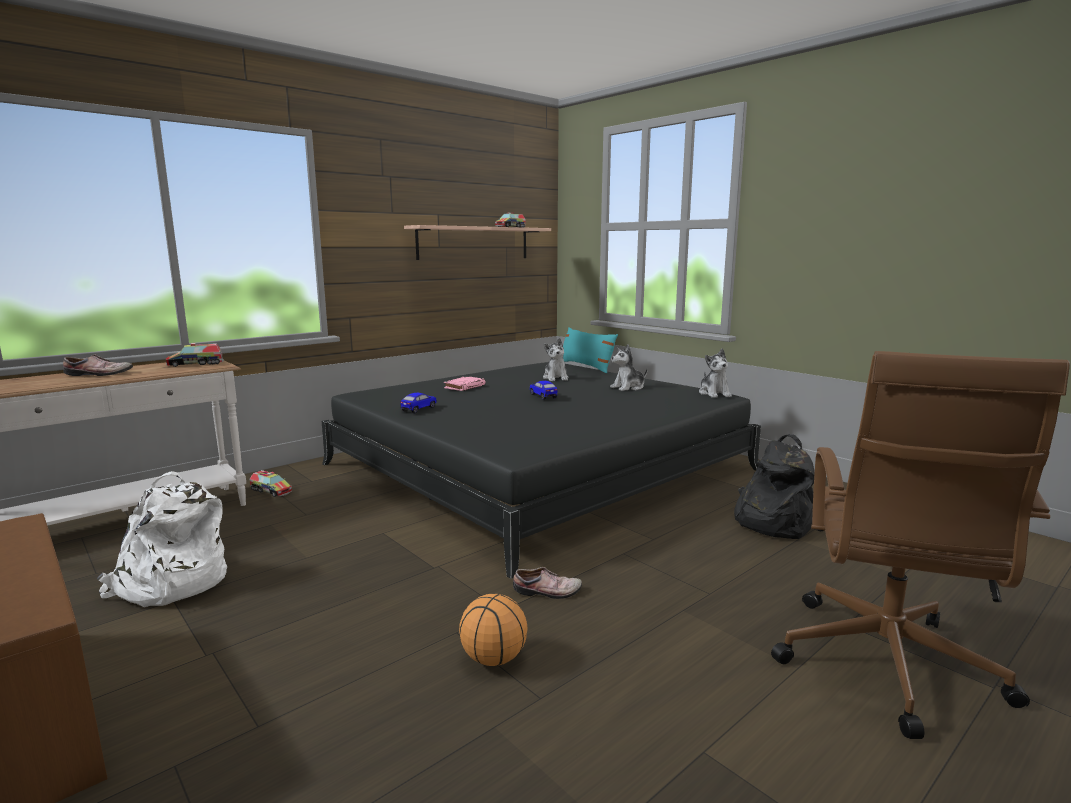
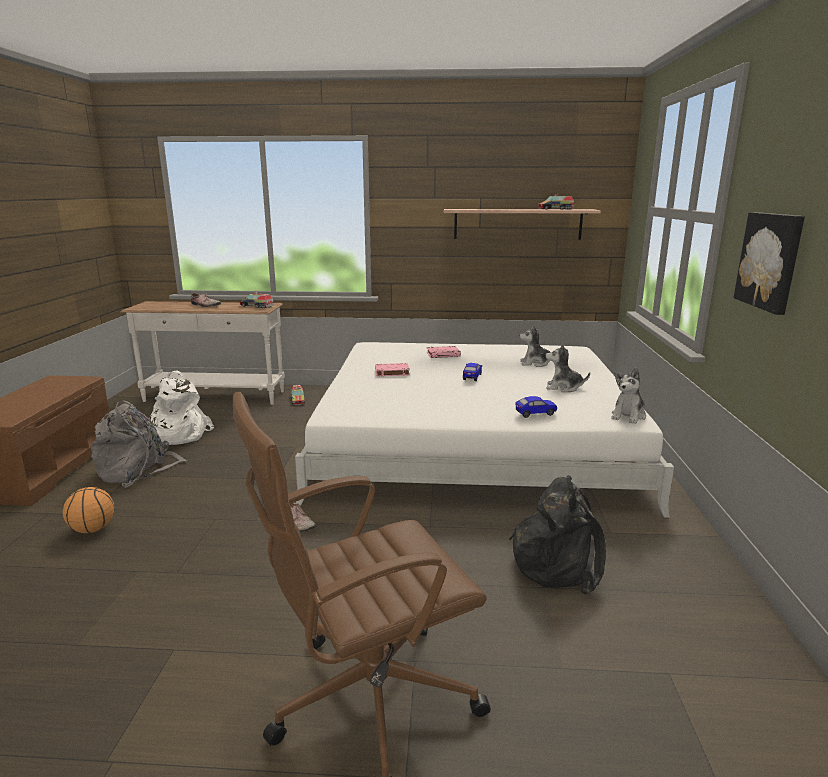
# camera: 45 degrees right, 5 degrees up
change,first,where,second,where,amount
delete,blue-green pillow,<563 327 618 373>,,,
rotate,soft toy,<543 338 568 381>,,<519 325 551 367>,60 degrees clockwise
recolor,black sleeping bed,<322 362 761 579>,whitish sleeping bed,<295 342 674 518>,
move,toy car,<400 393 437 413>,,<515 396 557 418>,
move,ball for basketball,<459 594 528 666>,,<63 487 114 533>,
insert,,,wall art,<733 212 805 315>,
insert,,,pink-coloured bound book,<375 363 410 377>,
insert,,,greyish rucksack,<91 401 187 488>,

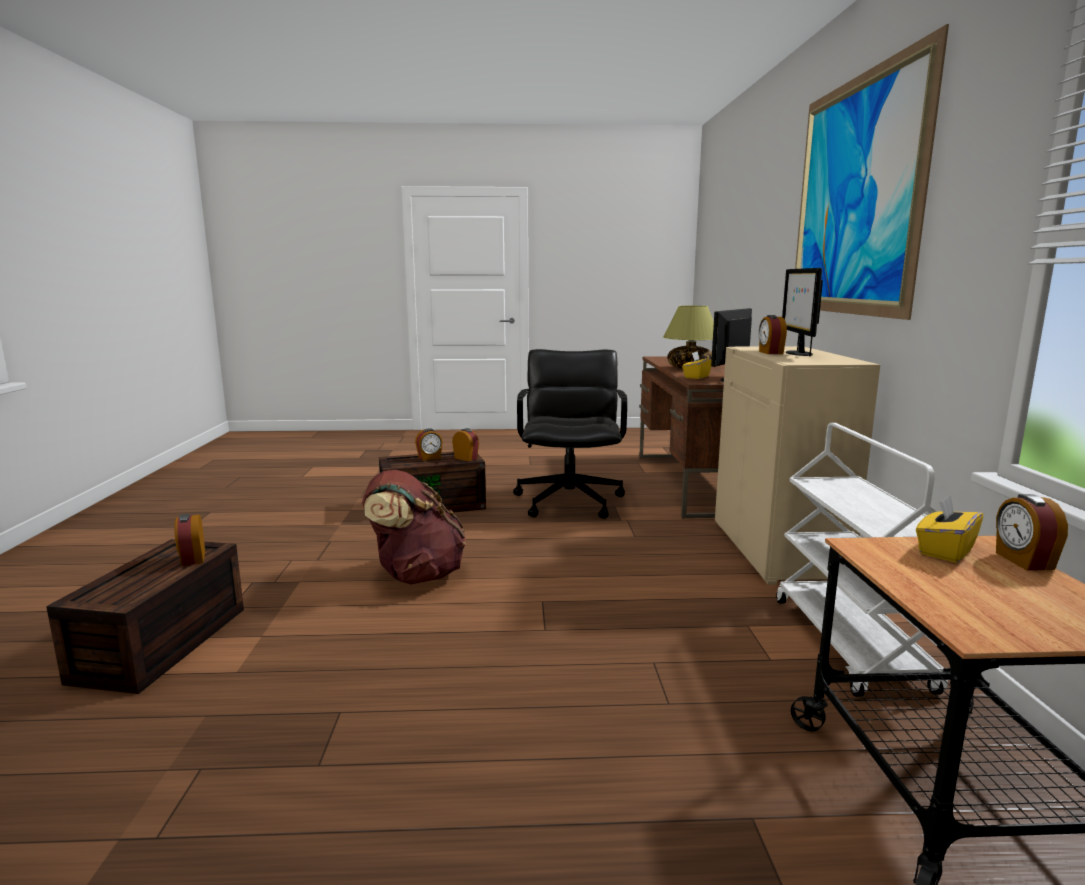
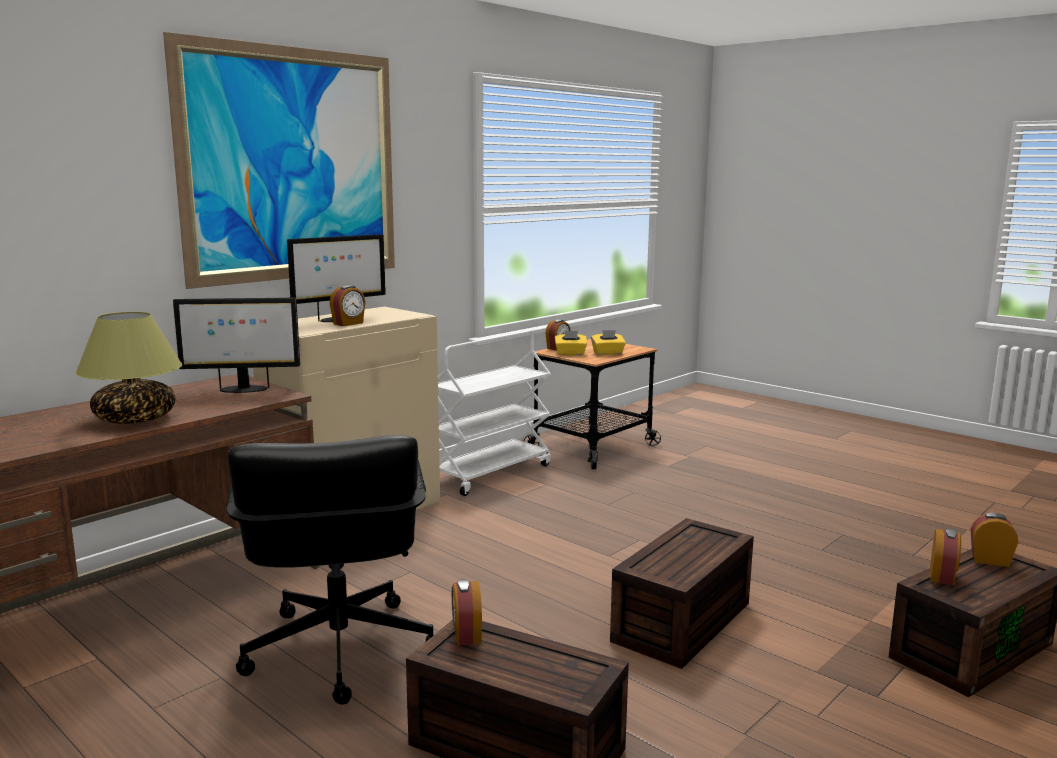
# camera: 135 degrees left, 0 degrees up
change,first,where,second,where,amount
rotate,black computer chair,<513 349 627 518>,,<226 435 434 705>,60 degrees counterclockwise
move,yellow tissue box,<682 351 712 379>,,<591 330 626 355>,
move,bedside clock,<415 428 443 460>,,<970 513 1018 567>,
replace,brownish rucksack,<362 470 466 584>,brownish storage box,<610 518 754 669>,

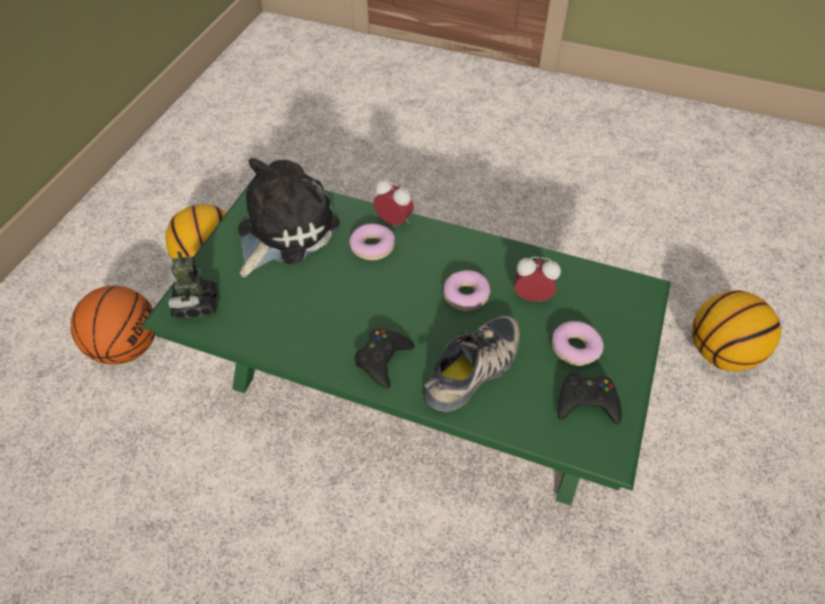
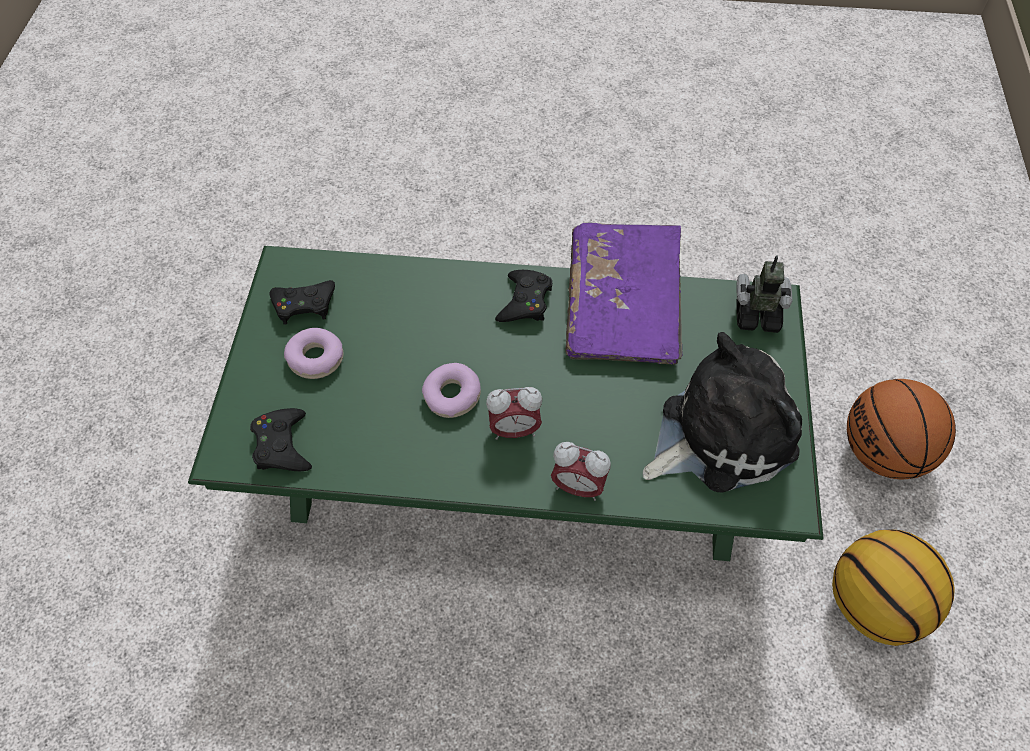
# camera: 165 degrees right, 5 degrees up
change,first,where,second,where,amount
rotate,soft toy,<238 158 340 277>,,<643 332 802 492>,135 degrees counterclockwise
delete,doughnut,<349 224 395 260>,,,
rotate,model robot,<168 251 217 319>,,<736 256 793 333>,60 degrees counterclockwise
move,bedside clock,<515 257 561 302>,,<486 387 542 440>,
delete,ball for basketball,<692 290 781 371>,,,
delete,shoe,<423 316 520 412>,,,
insert,,,purple bound book,<565 223 683 364>,
insert,,,black game controller,<250 408 312 471>,

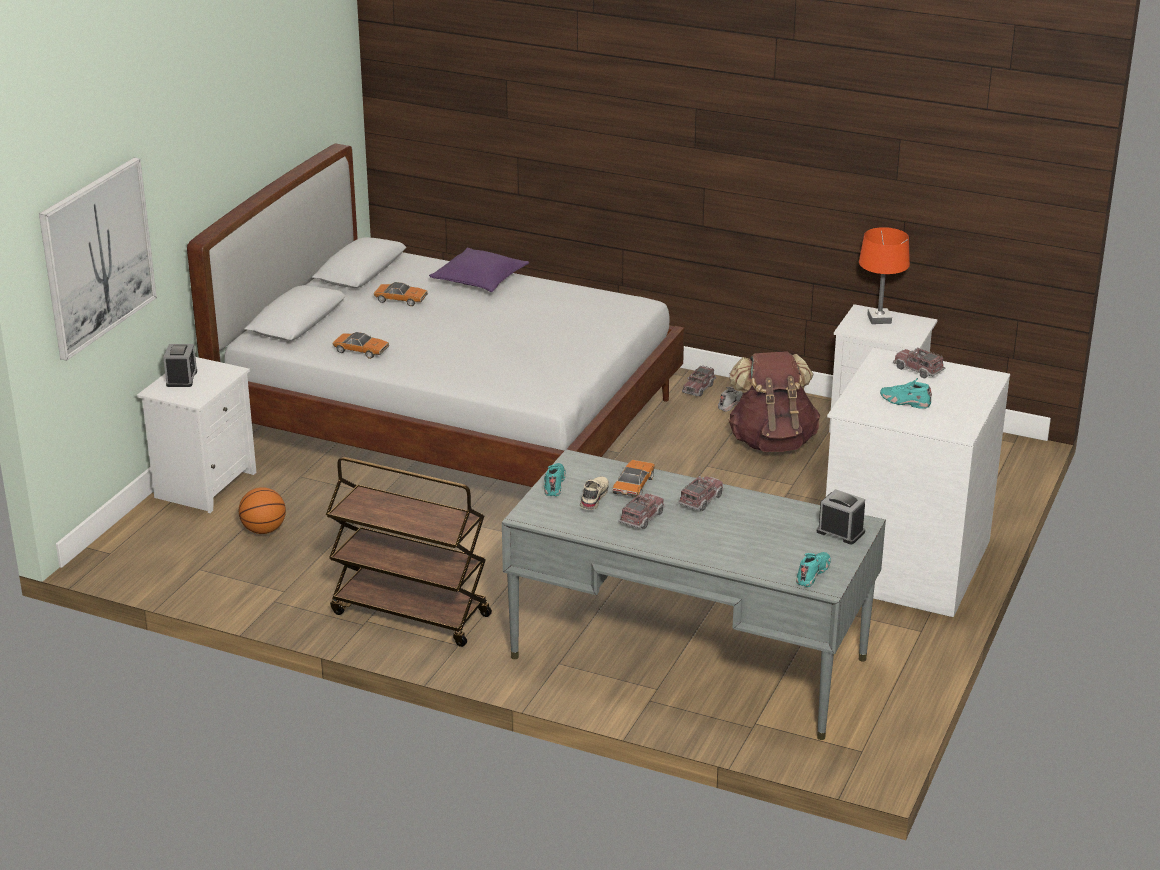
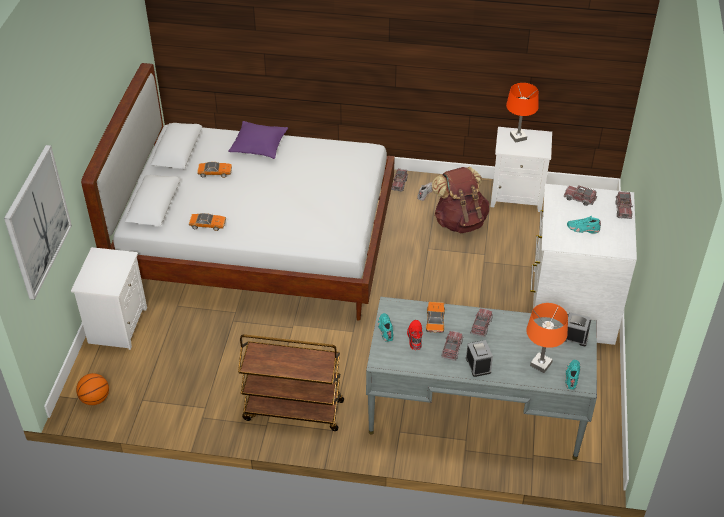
# camera: 15 degrees left, 15 degrees up
change,first,where,second,where,amount
move,bedside clock,<163 344 197 387>,,<466 340 493 377>,
recolor,sand-coloured shoe,<580 476 609 510>,red shoe,<407 320 423 350>,
move,ball for basketball,<239 487 286 534>,,<76 373 109 405>,
insert,,,toy lorry,<616 191 633 219>,
insert,,,orange-coloured tabletop lamp,<526 303 568 373>,

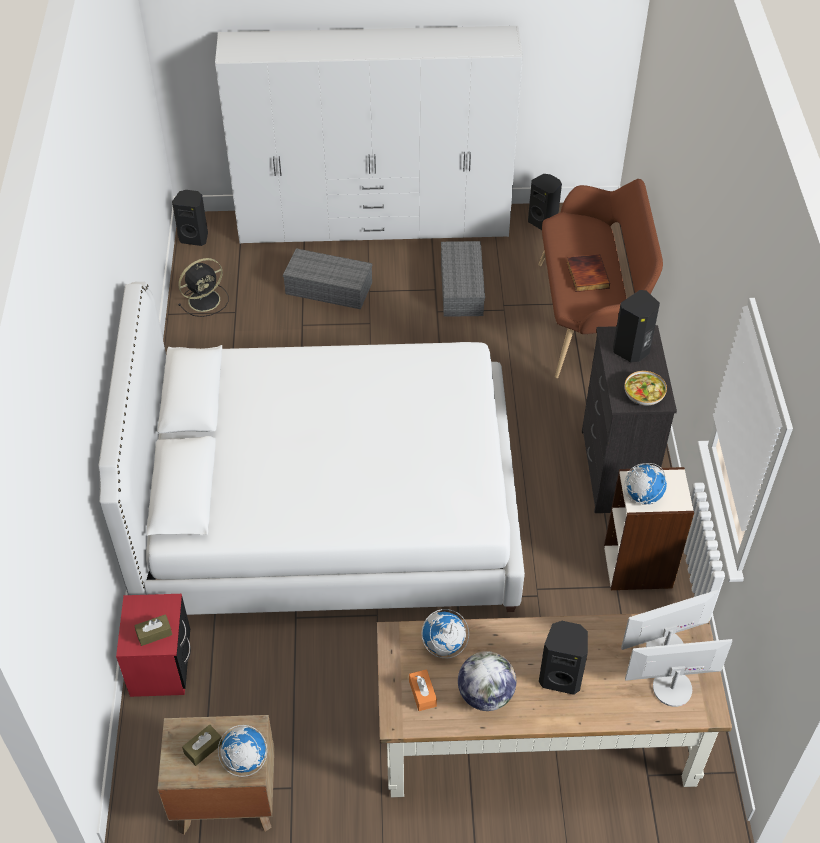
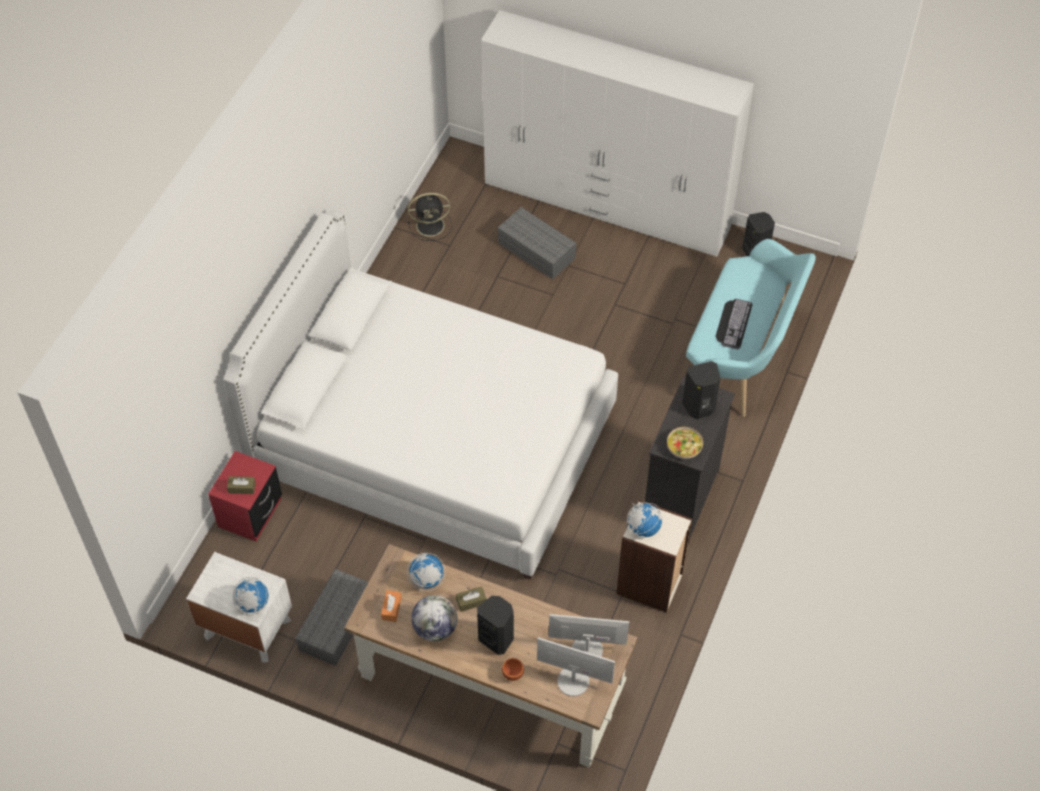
# camera: 25 degrees right, 5 degrees up
change,first,where,second,where,amount
recolor,brownish bench,<539 179 663 378>,blue-green bench,<686 239 816 417>,
delete,black loudspeaker,<172 190 208 246>,,,
move,greyish storage box,<441 241 485 317>,,<295 569 368 666>,
replace,bound book,<566 254 610 292>,computer keyboard,<715 299 752 349>,
recolor,brownish nightstand,<157 715 274 835>,whitish nightstand,<186 552 292 663>,
move,brownish tissue box,<182 724 223 766>,,<456 586 487 612>,
insert,,,brownish deep dish,<502 658 524 681>,

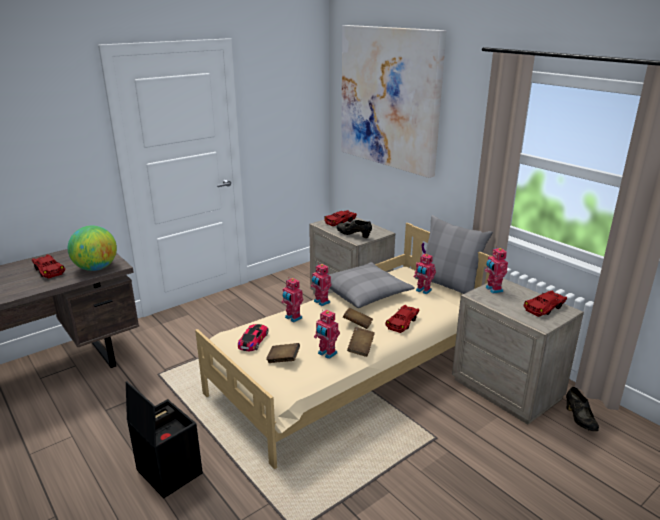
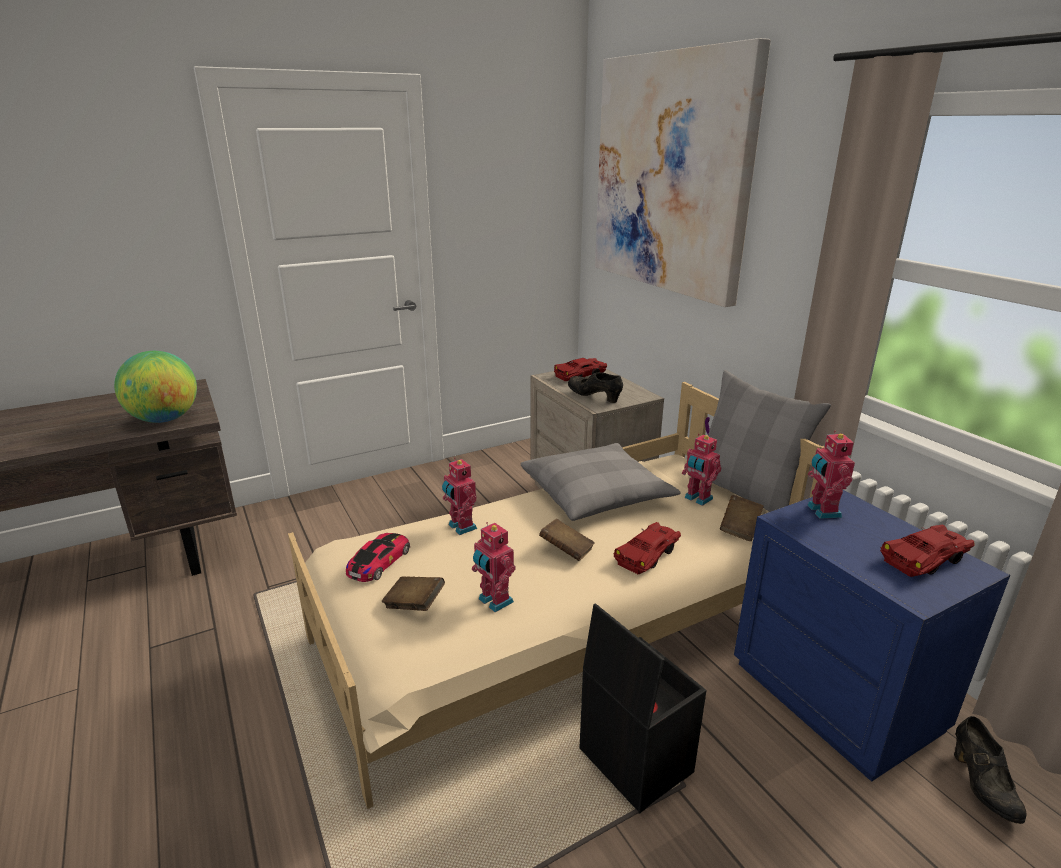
# camera: 10 degrees right, 0 degrees up
change,first,where,second,where,amount
delete,red toy car,<32 254 65 279>,,,
delete,model robot,<311 263 331 306>,,,
recolor,sand-coloured nightstand,<452 278 584 425>,blue-coloured nightstand,<734 490 1010 782>,
move,brownish bound book,<347 327 375 357>,,<720 495 764 541>,
move,black storage box,<126 381 203 498>,,<580 603 707 814>,

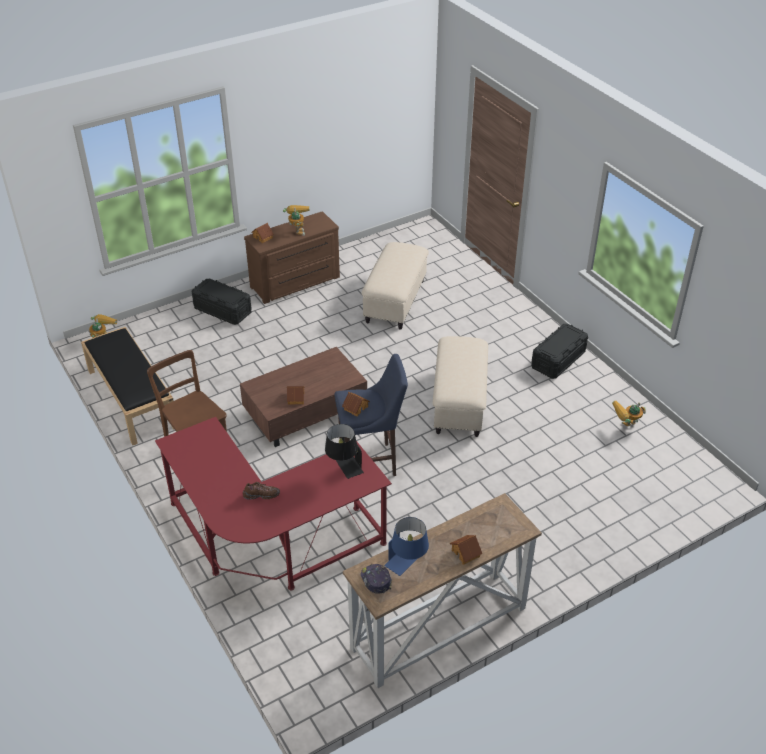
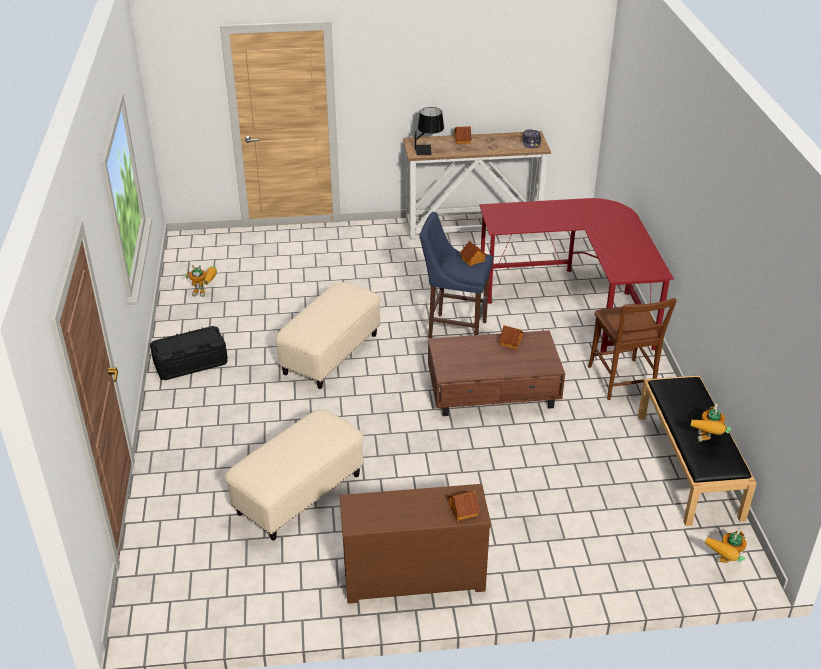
# camera: 155 degrees left, 5 degrees down
change,first,where,second,where,amount
move,model robot,<283 205 309 236>,,<691 403 731 442>,
delete,black storage box,<192 278 252 325>,,,
move,black tabletop lamp,<325 424 364 479>,,<415 107 444 155>,
delete,brownish shoe,<243 482 280 500>,,,
delete,blue-coloured tabletop lamp,<384 517 429 576>,,,

